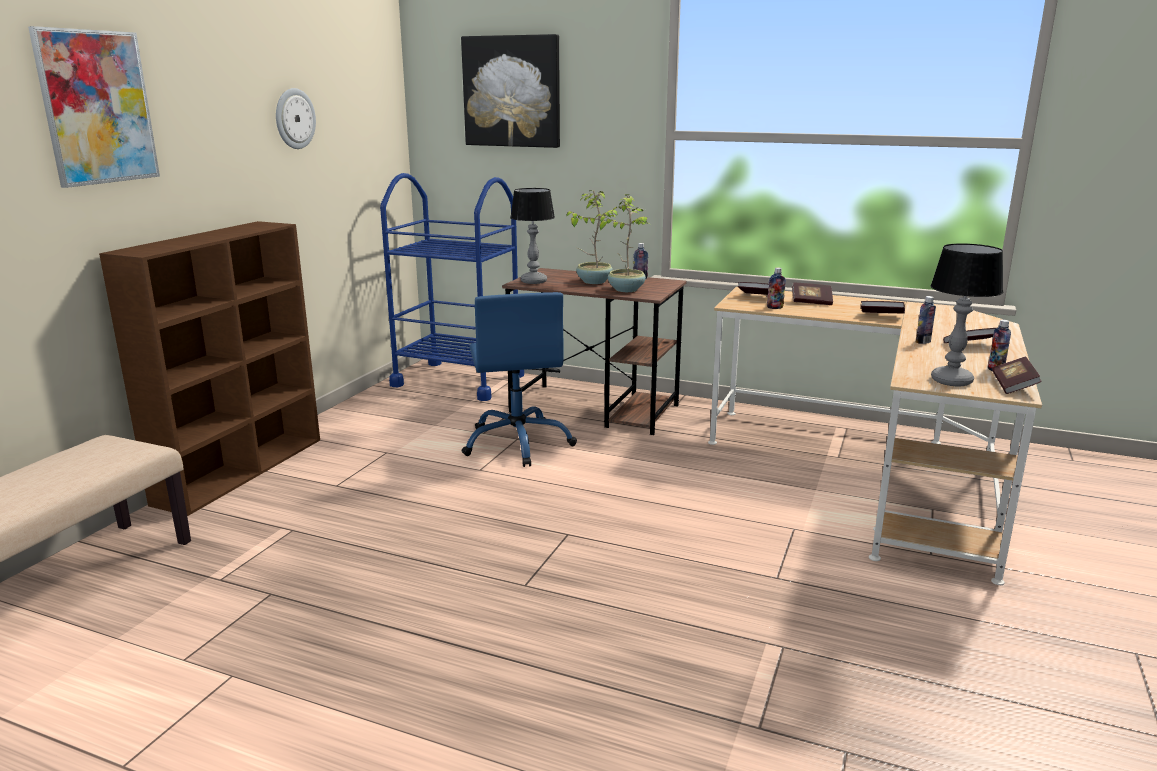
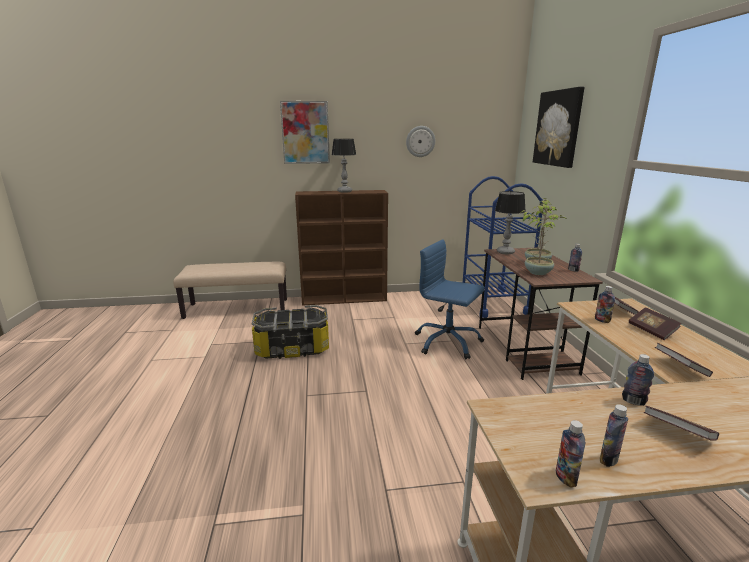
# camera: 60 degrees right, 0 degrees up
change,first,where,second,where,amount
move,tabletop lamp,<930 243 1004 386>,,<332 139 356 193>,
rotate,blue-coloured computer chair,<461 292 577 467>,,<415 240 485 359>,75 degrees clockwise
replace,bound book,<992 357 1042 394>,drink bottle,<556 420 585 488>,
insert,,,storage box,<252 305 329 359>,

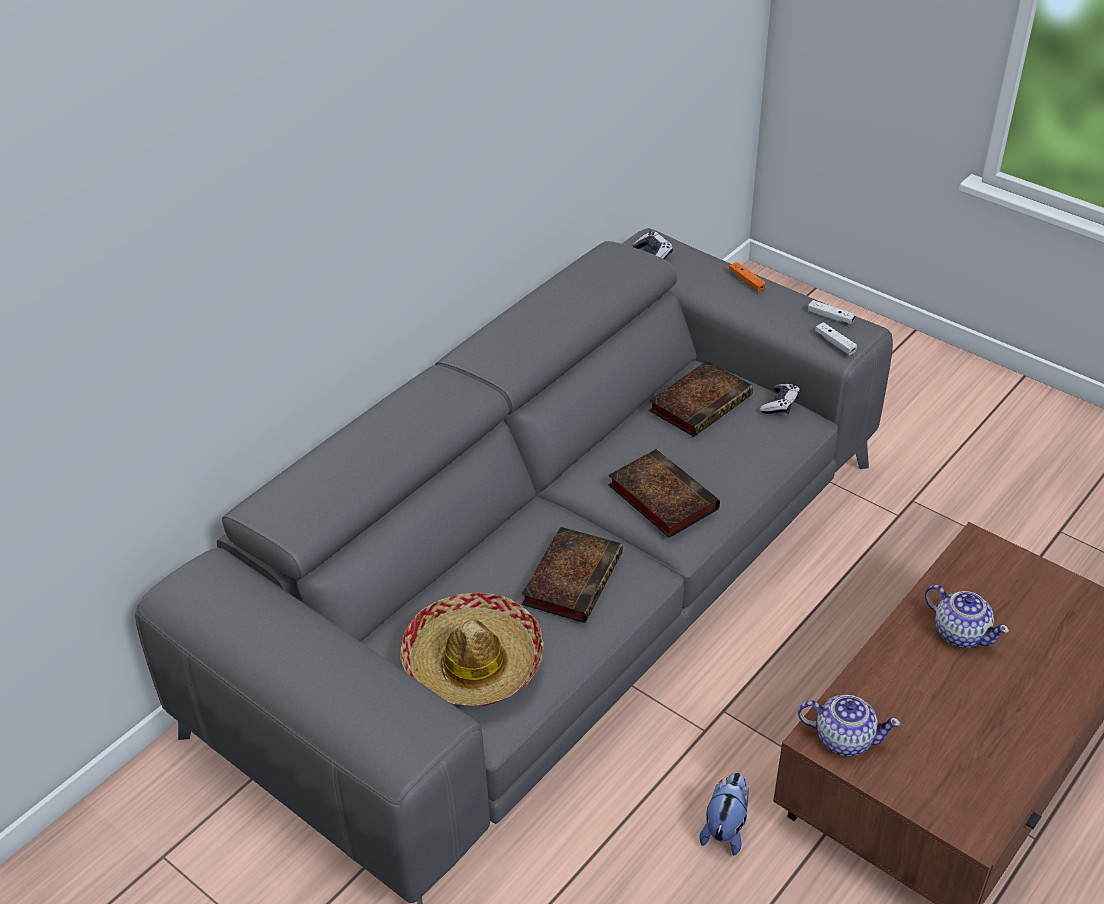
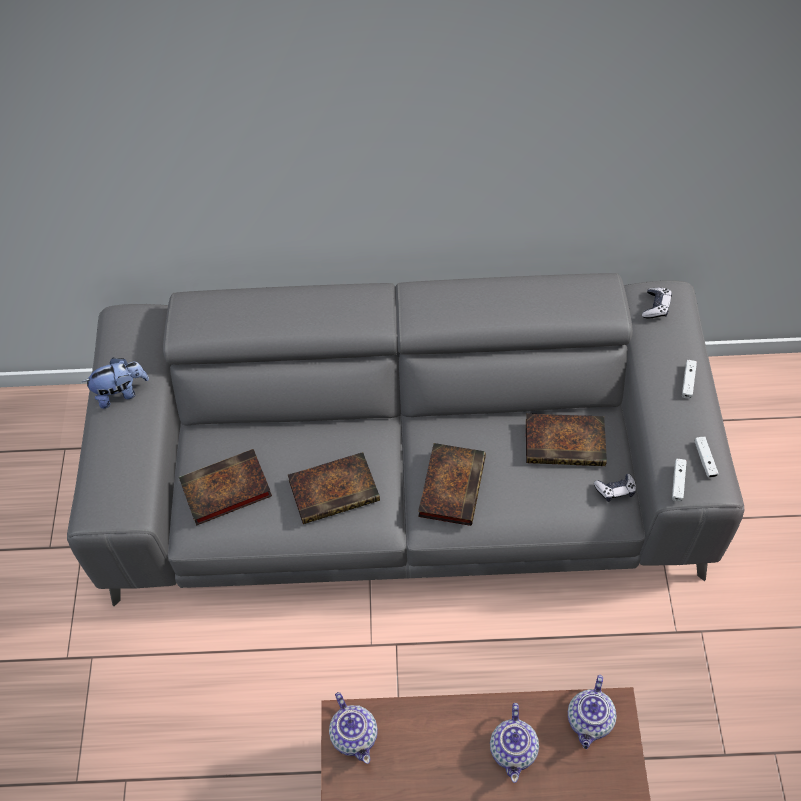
# camera: 50 degrees right, 15 degrees up
change,first,where,second,where,amount
recolor,orange-coloured game controller,<729 262 766 292>,whitish game controller,<682 360 697 399>,
replace,wearable hat,<400 593 544 707>,bound book,<179 449 272 525>,
move,soft toy,<700 772 749 855>,,<82 358 149 409>,
insert,,,tea pot,<568 675 617 749>,

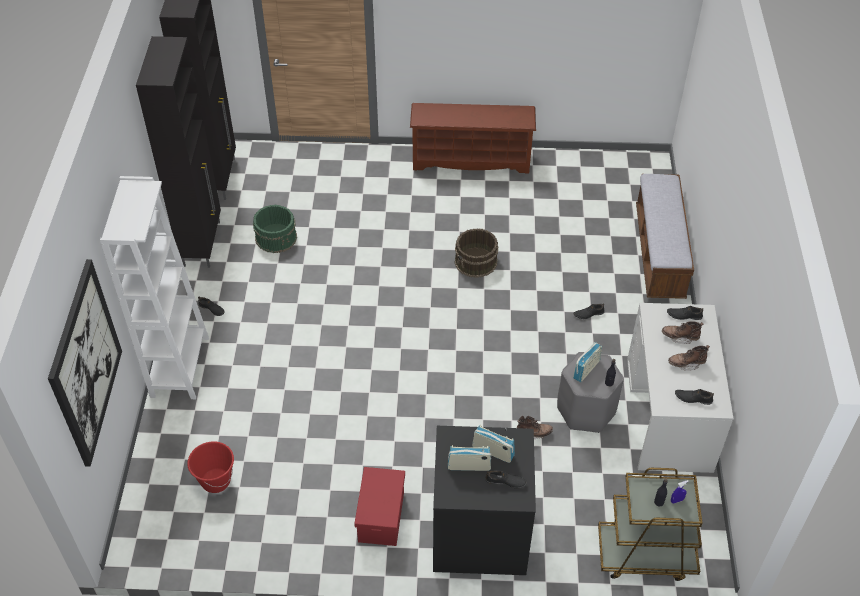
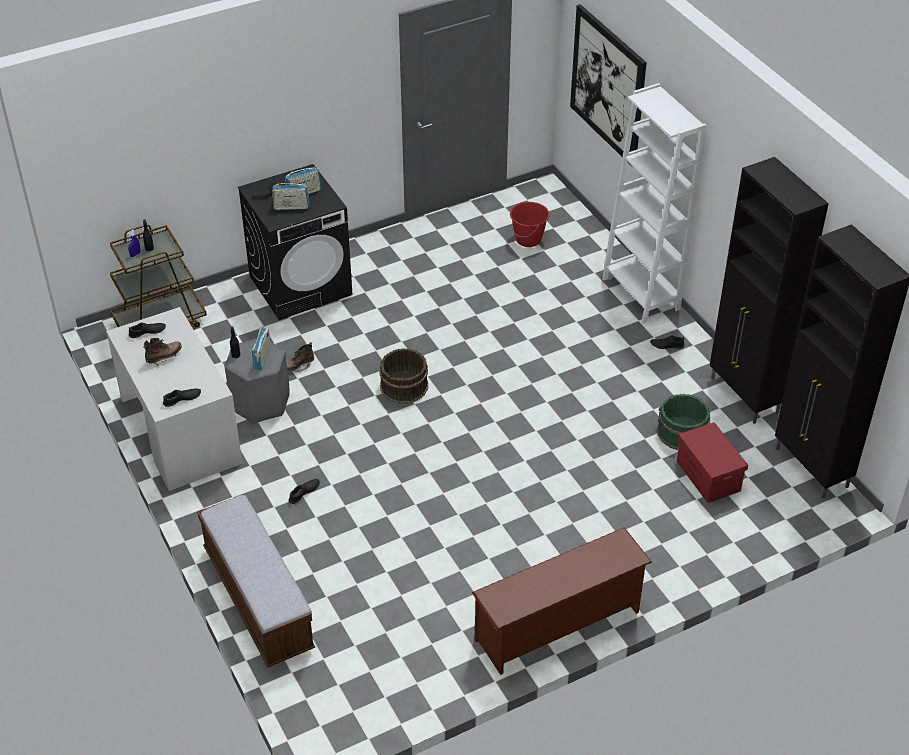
# camera: 150 degrees right, 5 degrees down
change,first,where,second,where,amount
move,brownish water bucket,<455 228 499 278>,,<379 348 428 404>,
delete,brownish boot,<662 321 704 344>,,,
move,red storage box,<354 467 405 546>,,<677 422 748 503>,

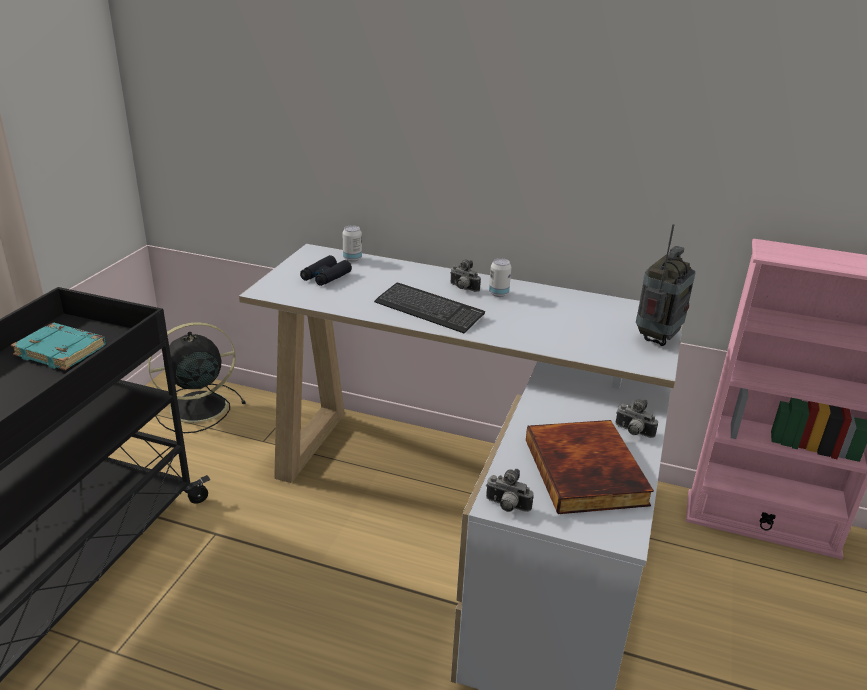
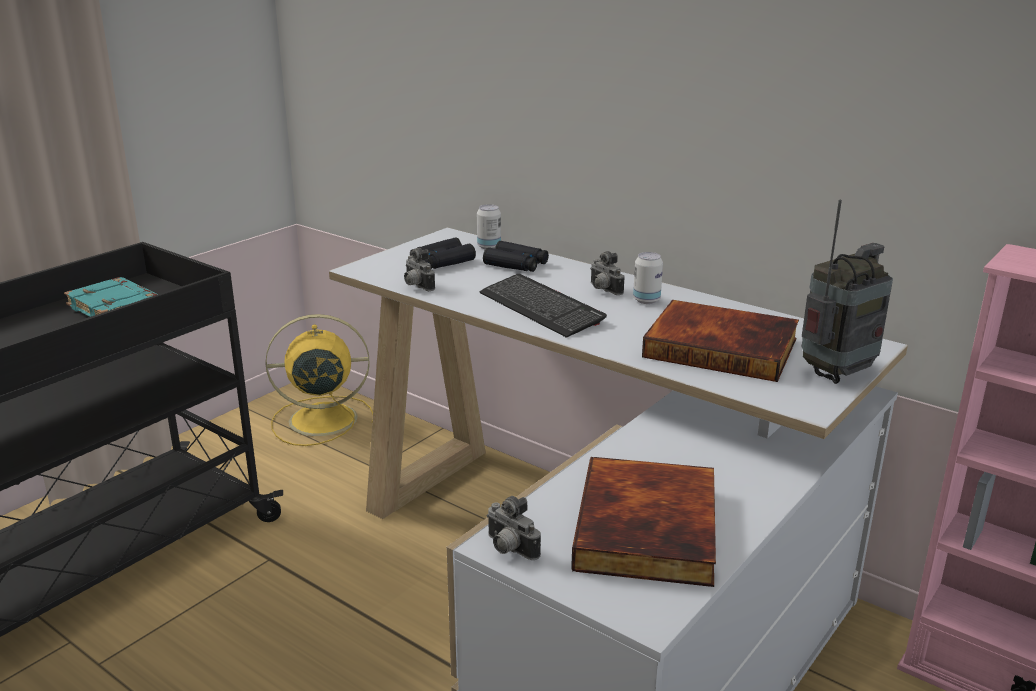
# camera: 20 degrees right, 5 degrees down
change,first,where,second,where,amount
recolor,black electric fan,<148 322 246 433>,yellow electric fan,<265 314 373 446>,
move,still camera,<615 399 658 438>,,<404 248 435 291>,
insert,,,black pair of binoculars,<483 241 549 272>,
insert,,,bound book,<642 300 799 382>,

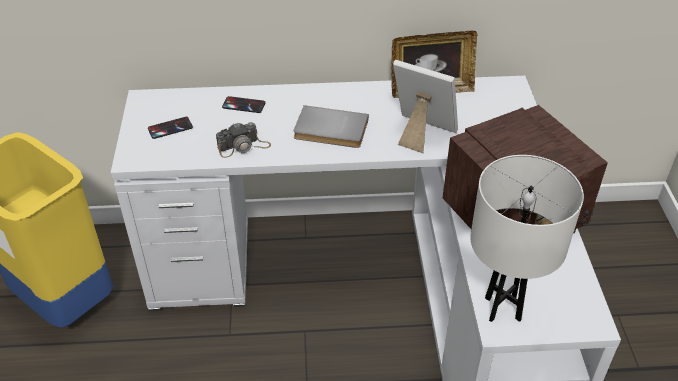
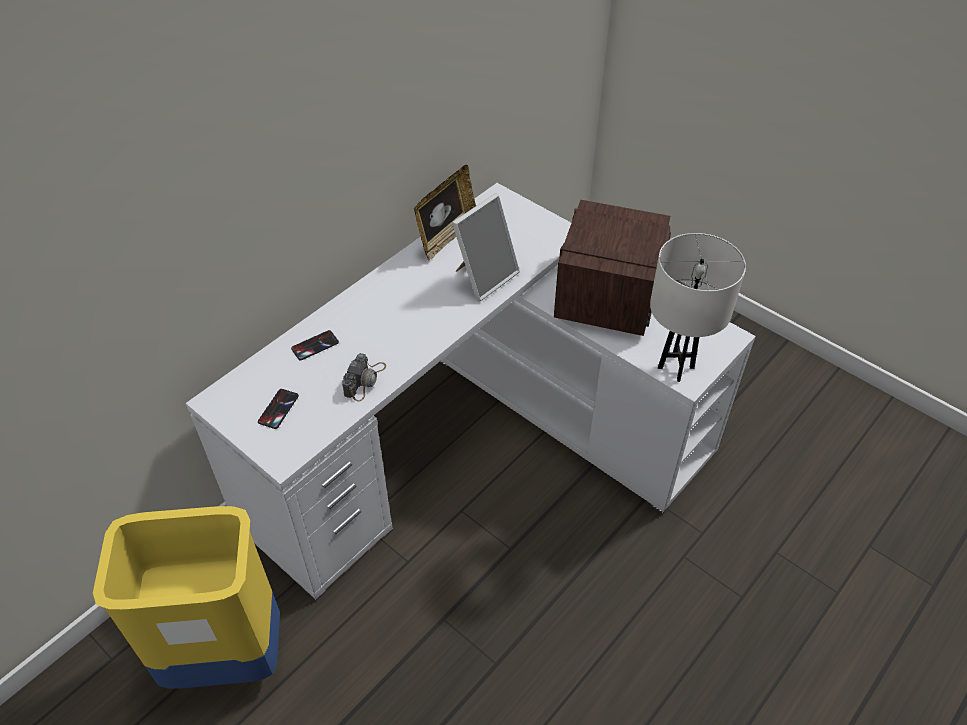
# camera: 45 degrees left, 5 degrees up
change,first,where,second,where,amount
rotate,picture frame,<393 60 458 153>,,<452 194 520 302>,150 degrees clockwise
delete,greyish bound book,<294 105 369 148>,,,

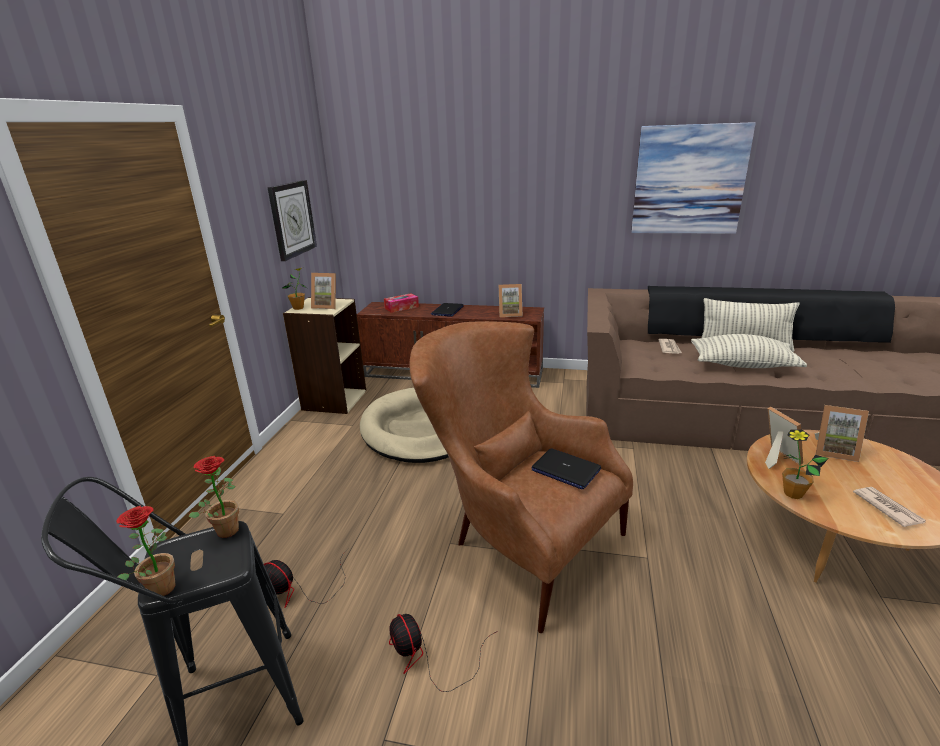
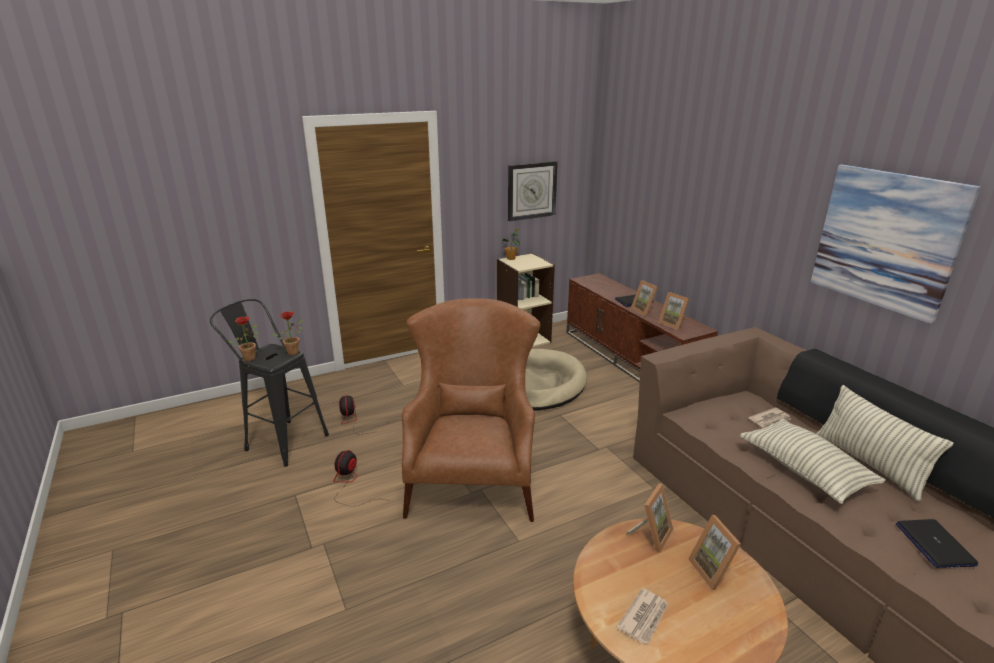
# camera: 50 degrees right, 0 degrees up
change,first,where,second,where,amount
move,picture frame,<311 273 336 309>,,<631 280 658 316>,
delete,tissue box,<384 293 419 313>,,,
delete,potted plant,<782 429 829 499>,,,
move,laptop,<532 448 601 489>,,<896 519 978 568>,

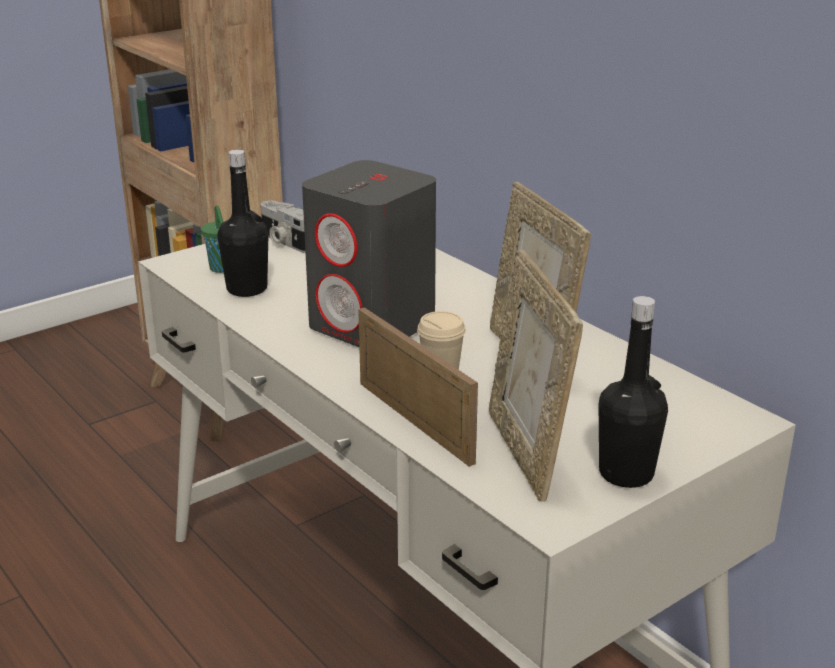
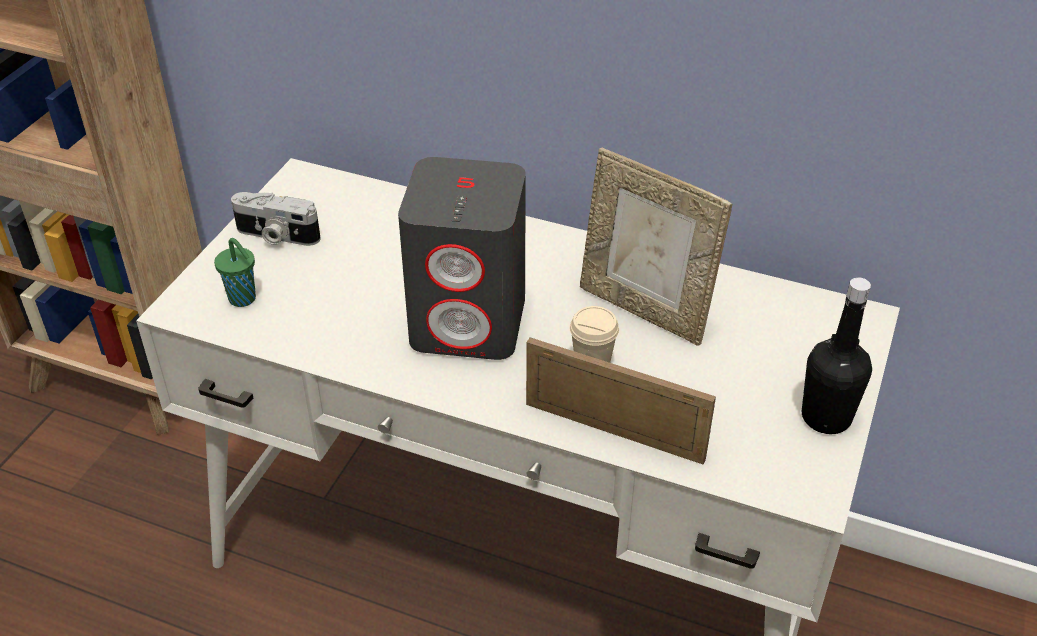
# camera: 30 degrees left, 15 degrees up
change,first,where,second,where,amount
delete,black drink bottle,<217 150 269 297>,,,
delete,picture frame,<489 249 583 502>,,,

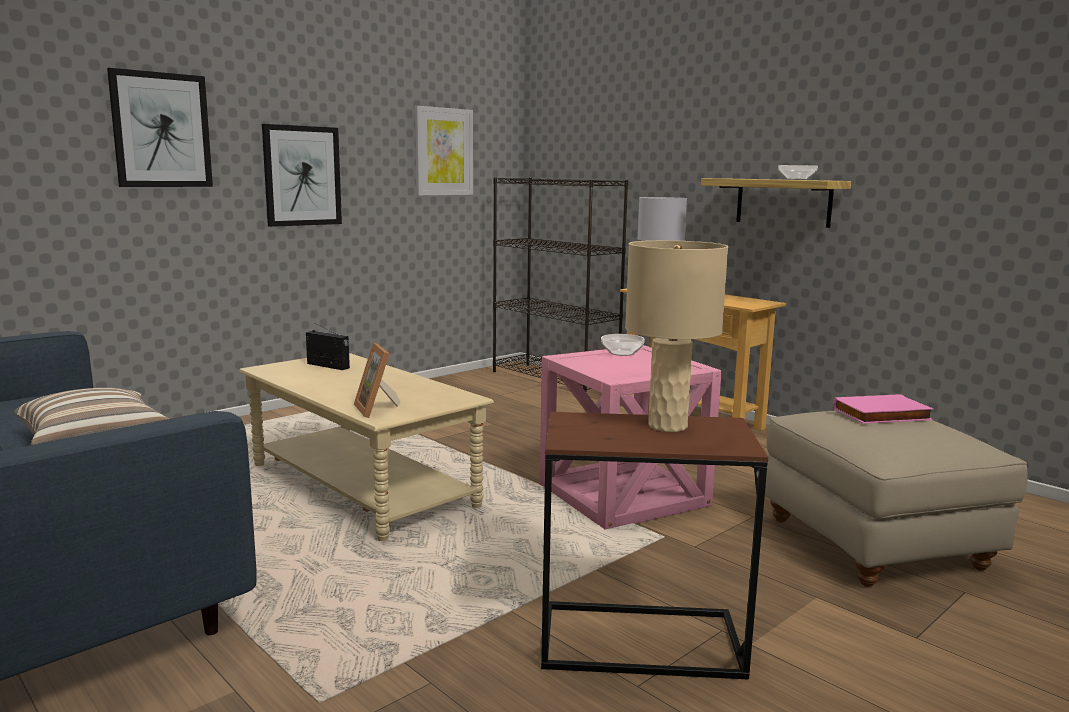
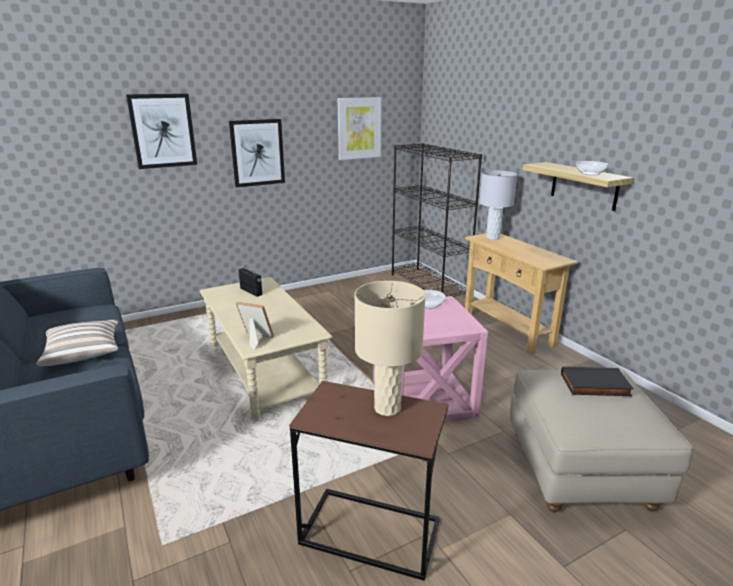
# camera: 15 degrees right, 10 degrees up
change,first,where,second,where,amount
rotate,picture frame,<354 343 401 418>,,<236 301 274 350>,120 degrees clockwise
recolor,pink-coloured bound book,<833 394 934 424>,black bound book,<561 367 634 396>,

